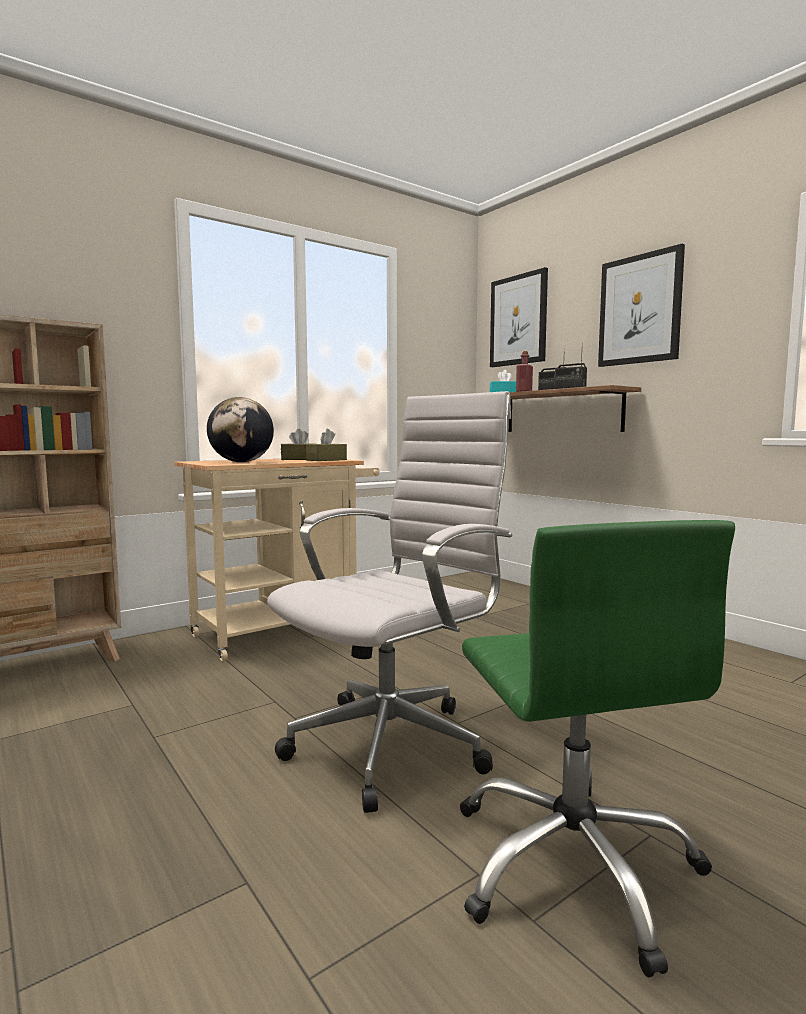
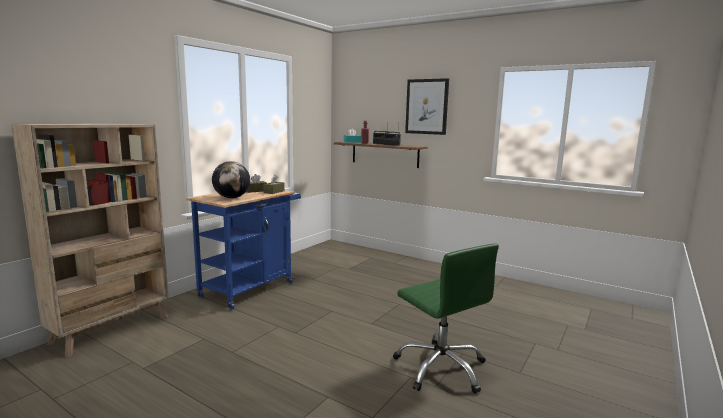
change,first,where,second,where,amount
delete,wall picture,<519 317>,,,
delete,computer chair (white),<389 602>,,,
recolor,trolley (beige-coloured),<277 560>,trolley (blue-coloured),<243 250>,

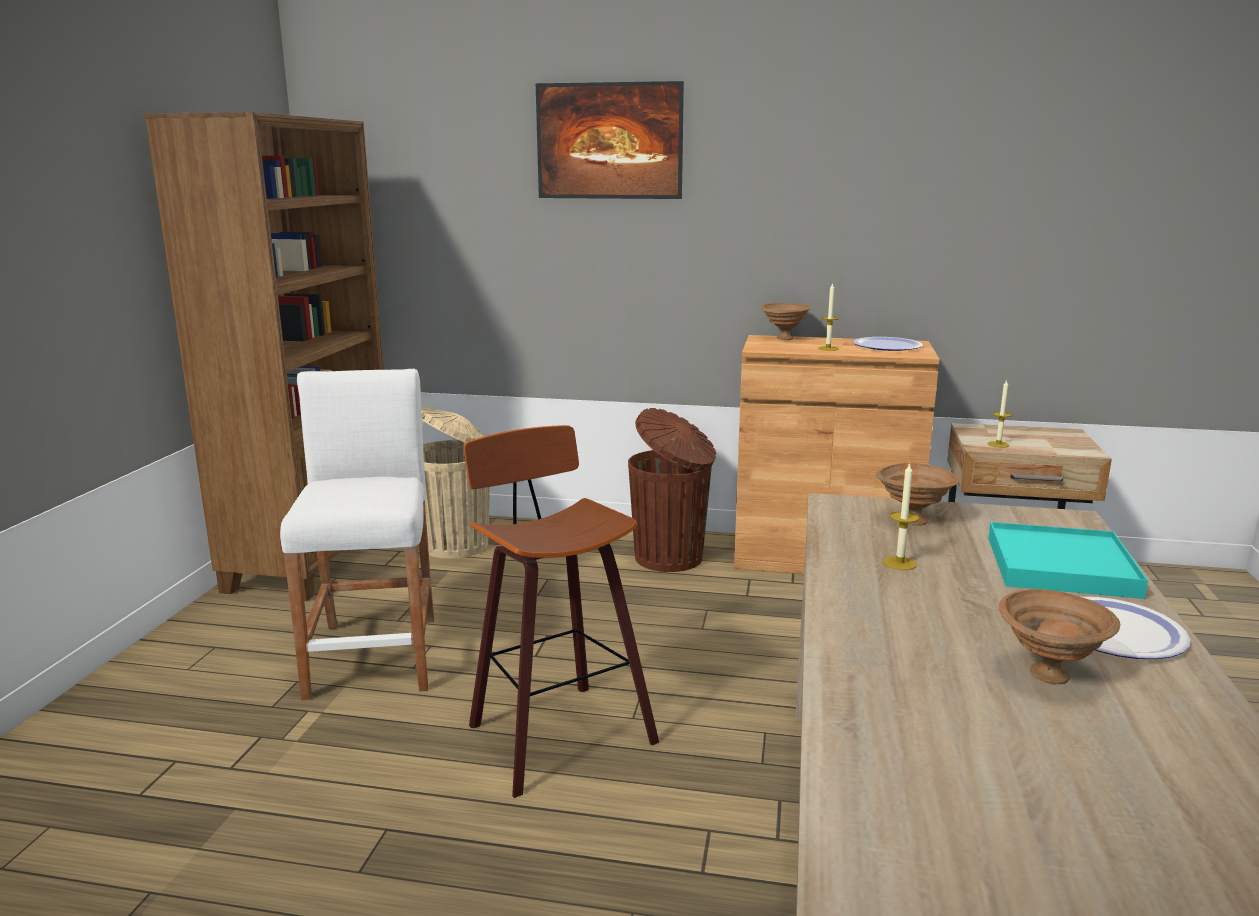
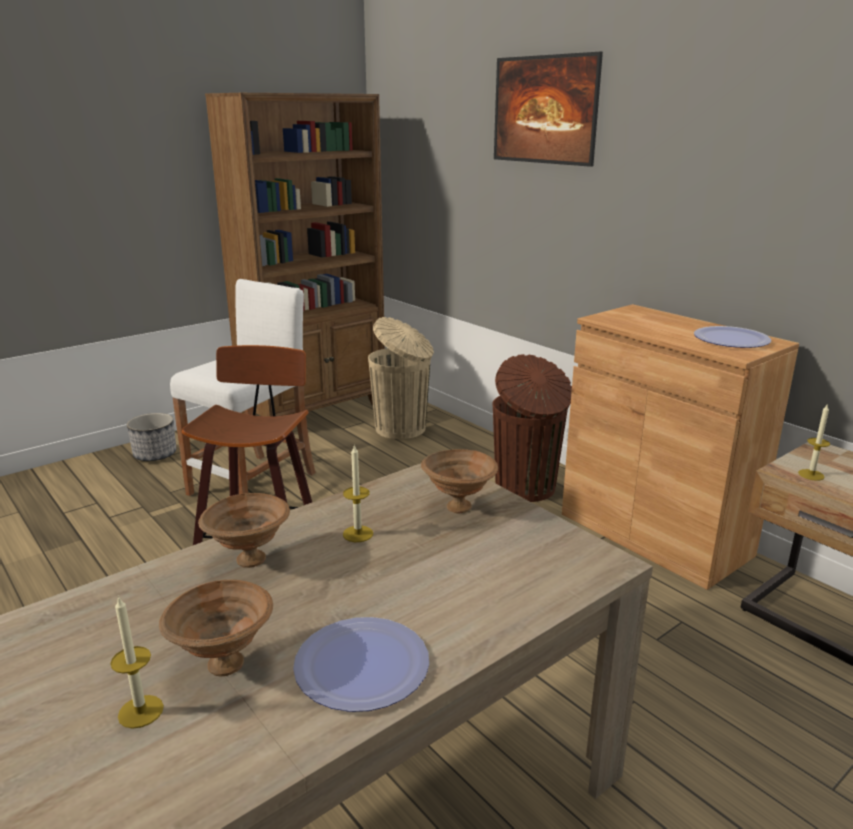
change,first,where,second,where,amount
move,wax candle,<828 317>,,<137 662>,
move,serving bowl (brownish),<786 321>,,<244 530>,
delete,tray (blue-green),<1068 560>,,,
insert,,,planter,<152 437>,

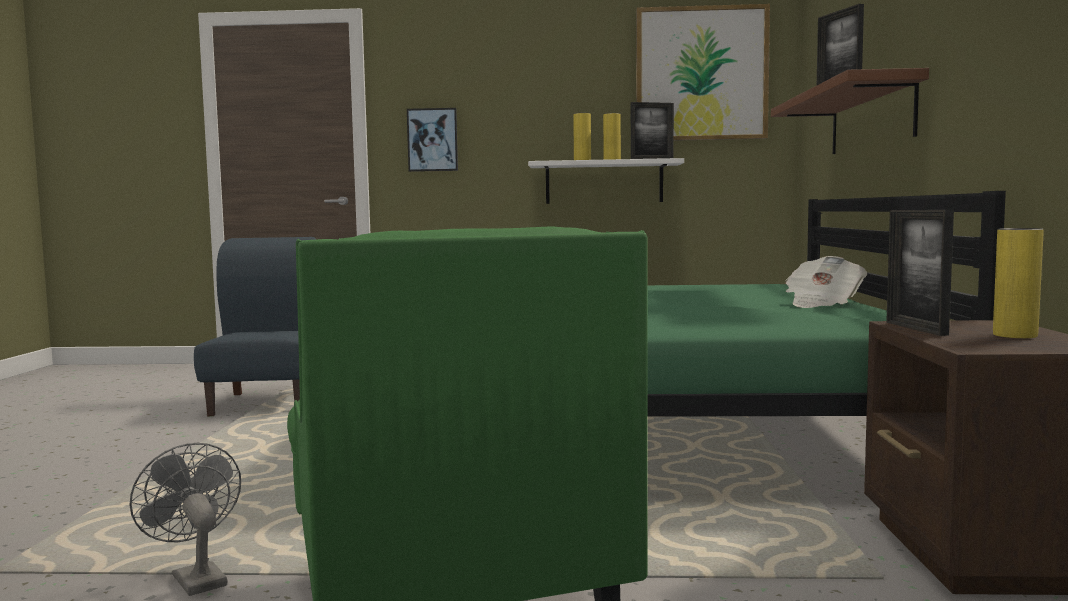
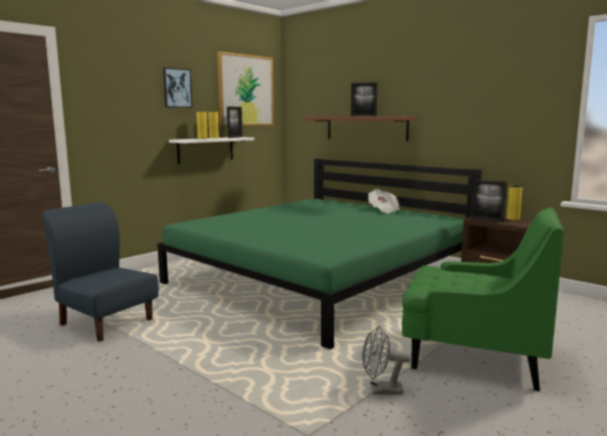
change,first,where,second,where,amount
move,wall picture,<432 140>,,<177 87>,

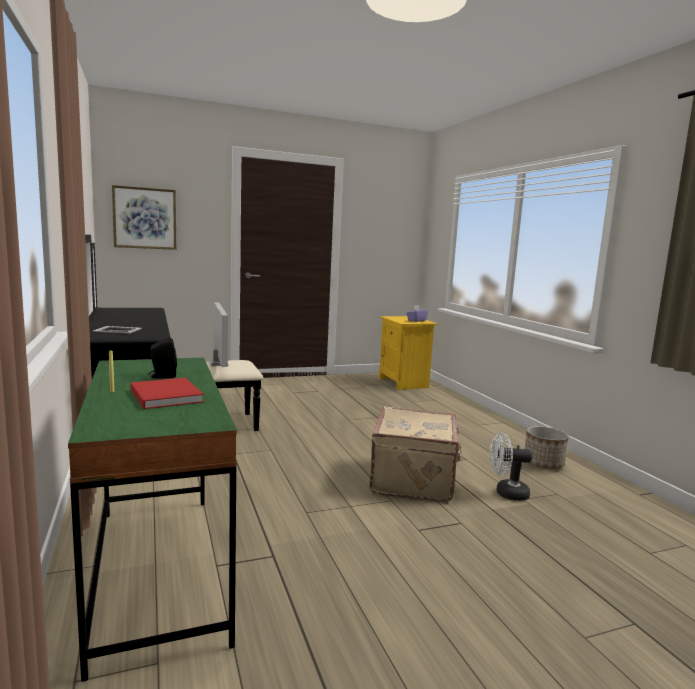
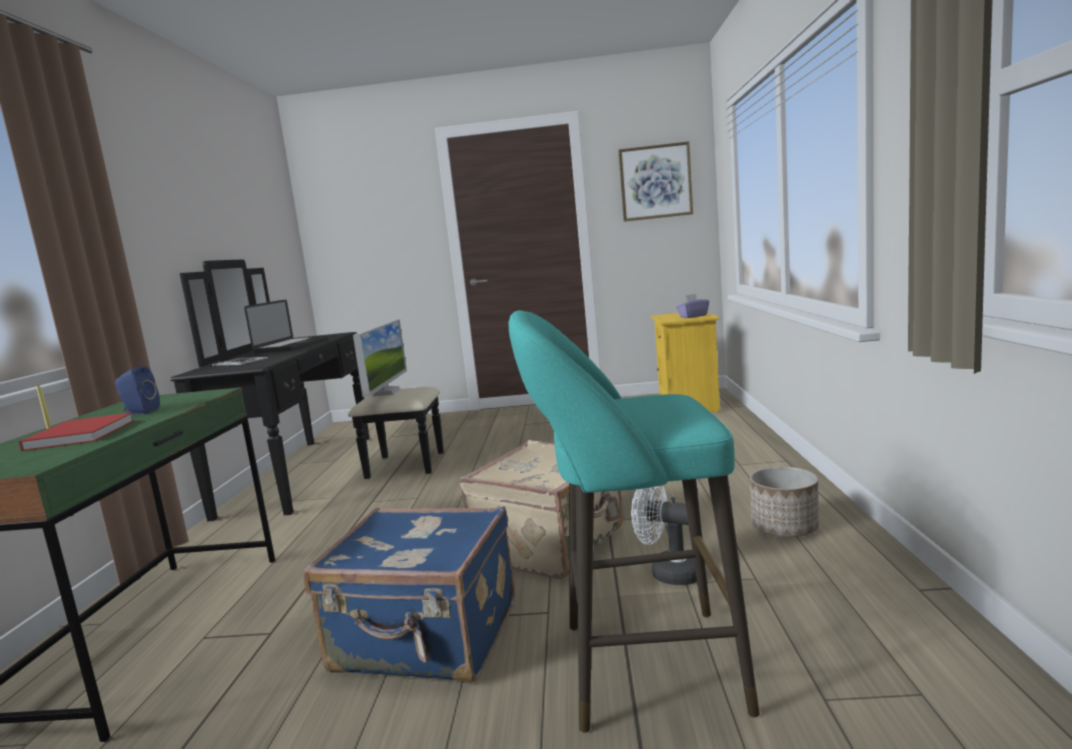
change,first,where,second,where,amount
move,wall picture,<144 217>,,<655 181>,
recolor,audio speaker (black),<162 357>,audio speaker (blue-coloured),<137 390>,
insert,,,laptop,<286 326>,
insert,,,sitting stool (blue-green),<634 521>,
insert,,,suitcase (blue-coloured),<409 594>,

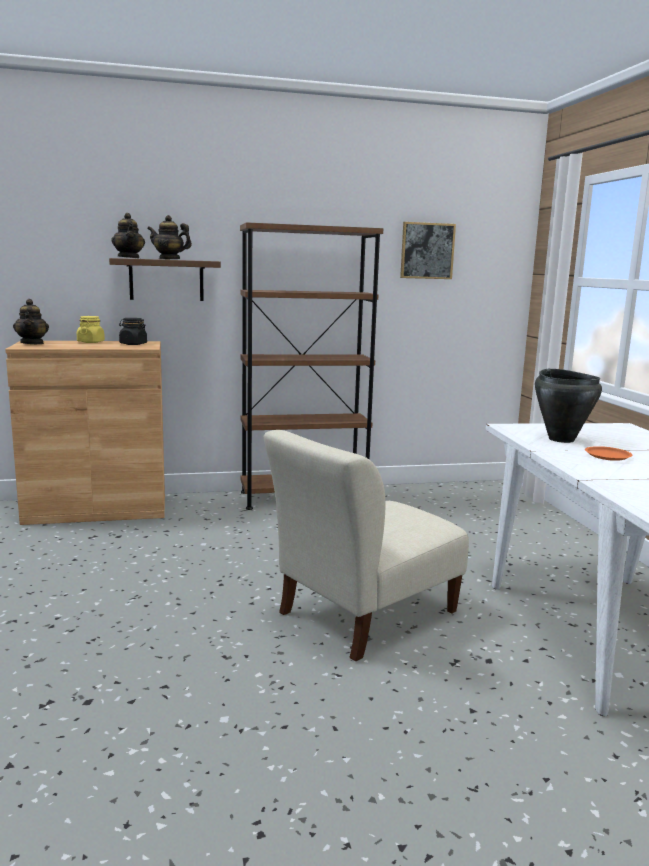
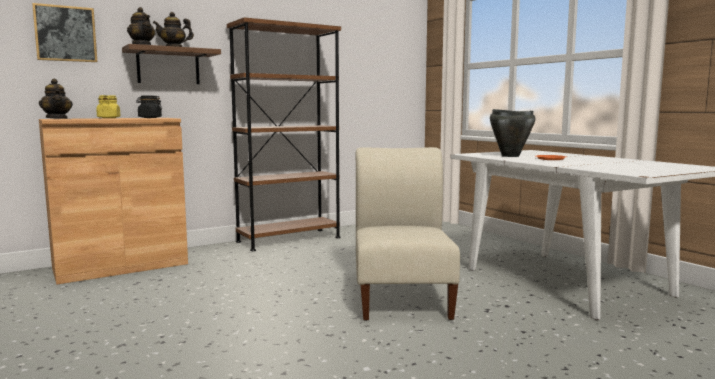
change,first,where,second,where,amount
move,wall picture,<428 250>,,<64 32>,
rotate,plain chair (beige-coloured),<366 545>,,<408 234>,150 degrees clockwise

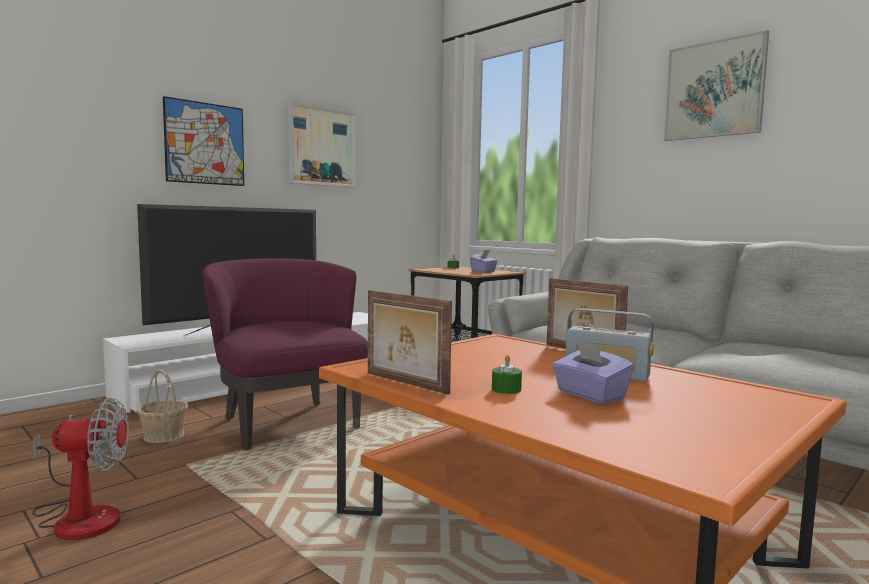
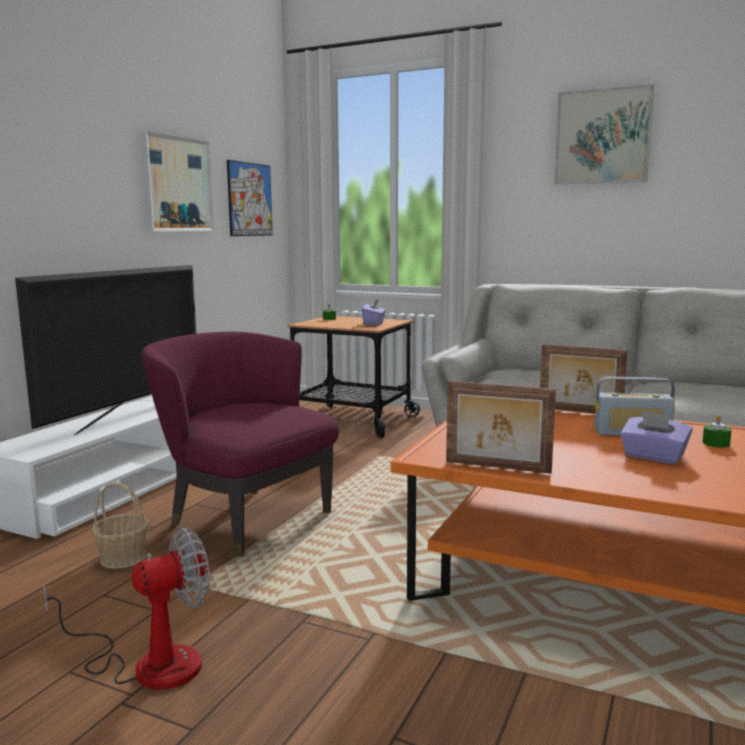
change,first,where,second,where,amount
move,wall picture,<203 141>,,<250 198>,
move,wax candle (green-coloured),<507 374>,,<717 431>,

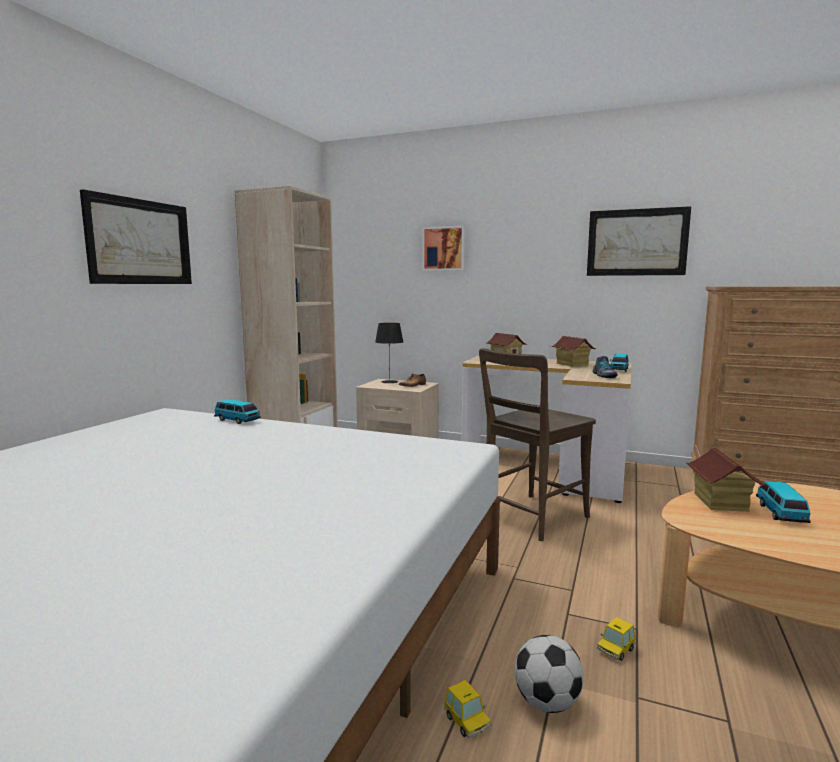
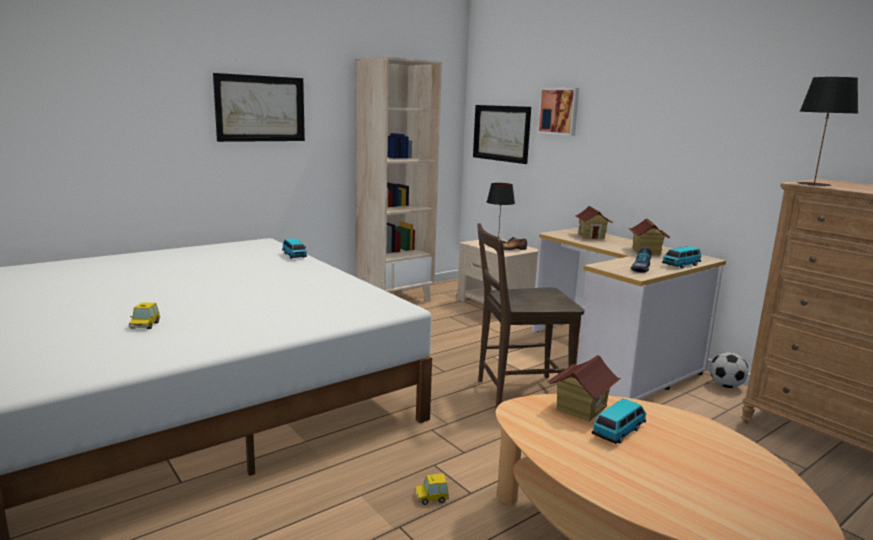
change,first,where,second,where,amount
move,wall picture,<639 241>,,<502 134>,
move,football,<549 674>,,<729 370>,
move,toy car,<467 709>,,<144 315>,
insert,,,lamp for a table (black),<828 131>,

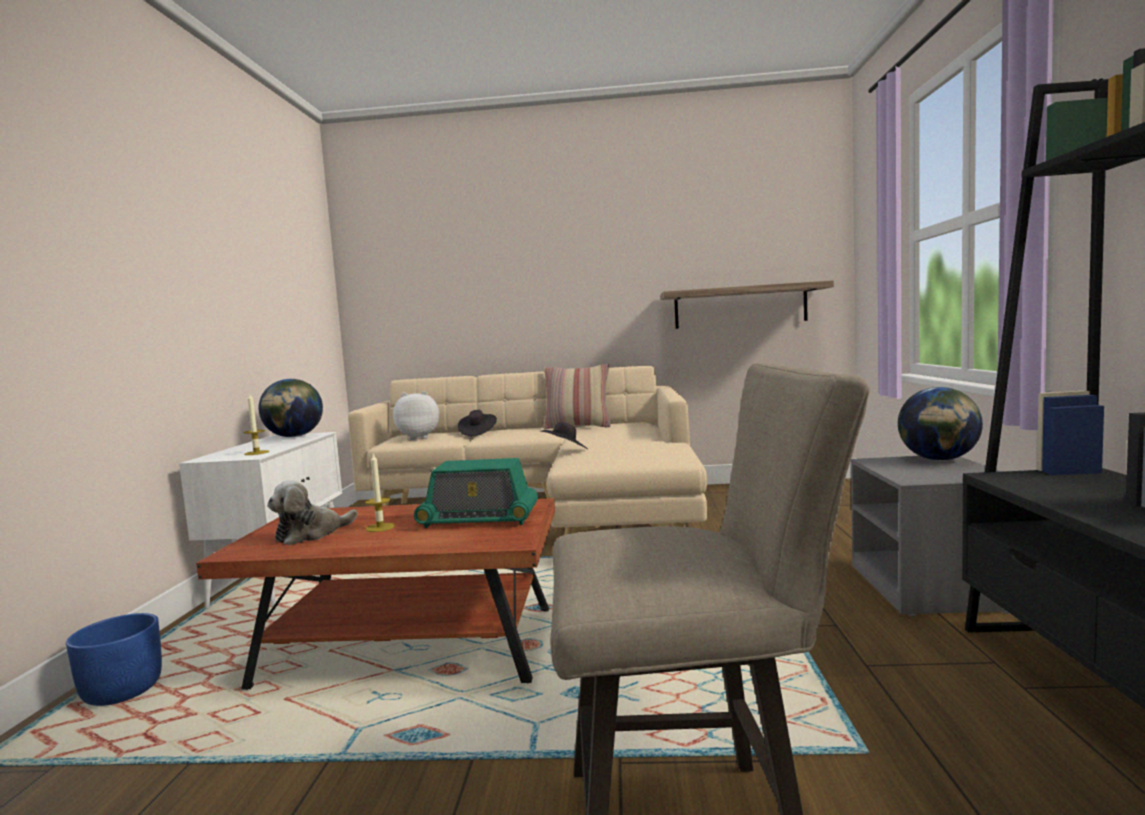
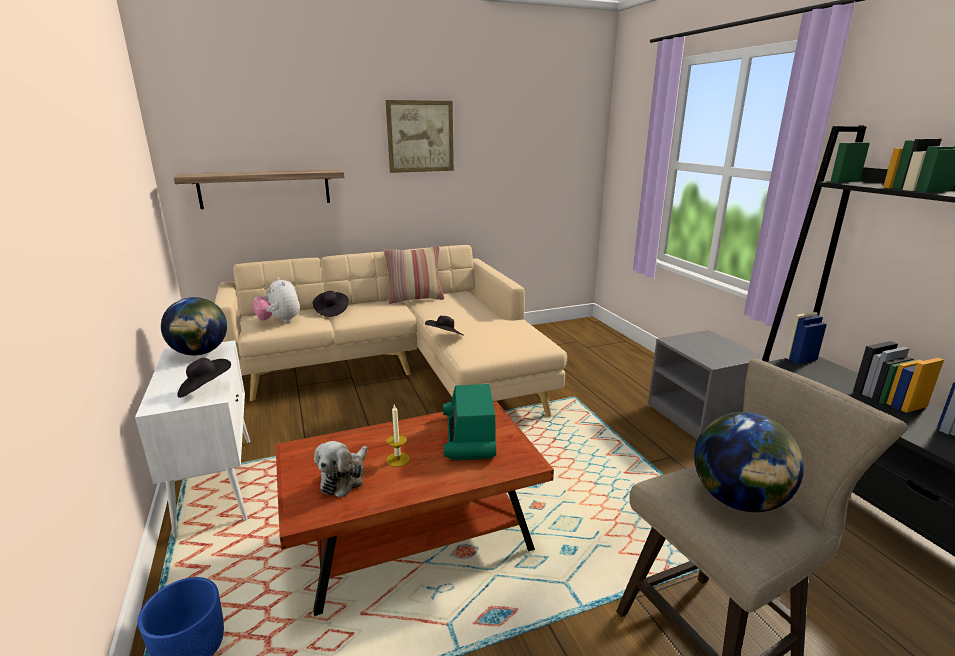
change,first,where,second,where,amount
move,wall shelf,<747 304>,,<259 189>,
move,desk globe,<940 424>,,<749 462>,
rotate,plush toy,<416 415>,,<276 300>,90 degrees counterclockwise
replace,wax candle,<256 424>,wearable hat (black),<204 378>,
rotate,radio,<476 493>,,<469 422>,105 degrees clockwise
insert,,,wall picture,<420 136>,

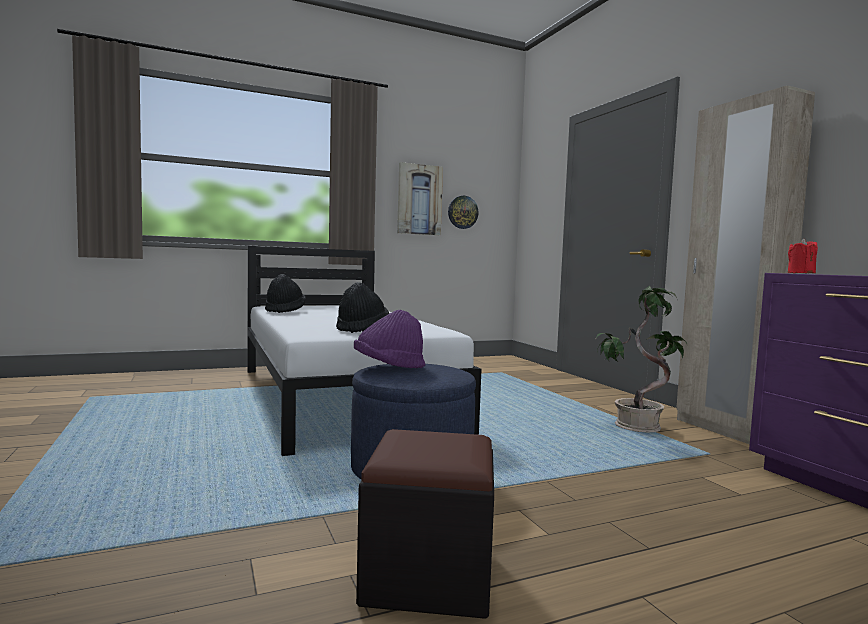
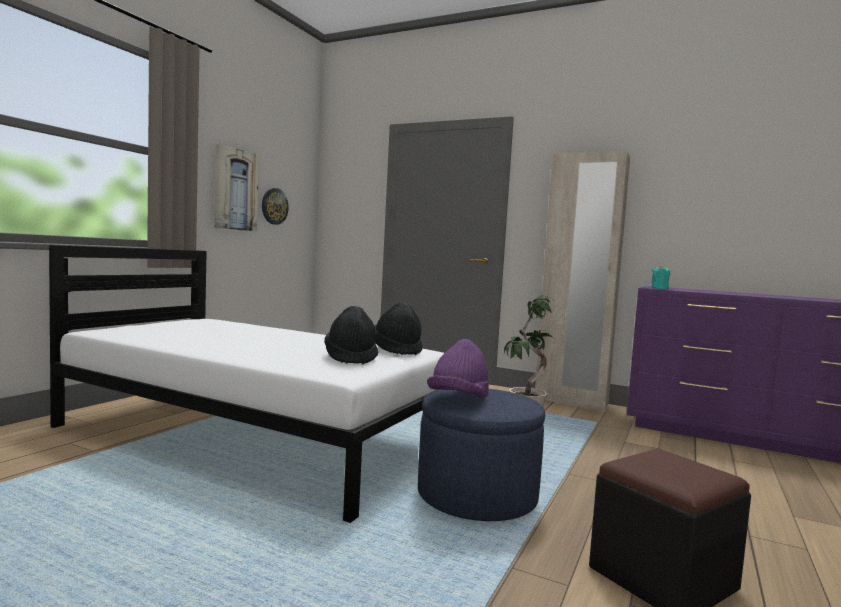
change,first,where,second,where,amount
recolor,wax candle (red-coloured),<803 255>,wax candle (blue-green),<660 277>,
move,wearable hat (black),<285 293>,,<399 329>,

